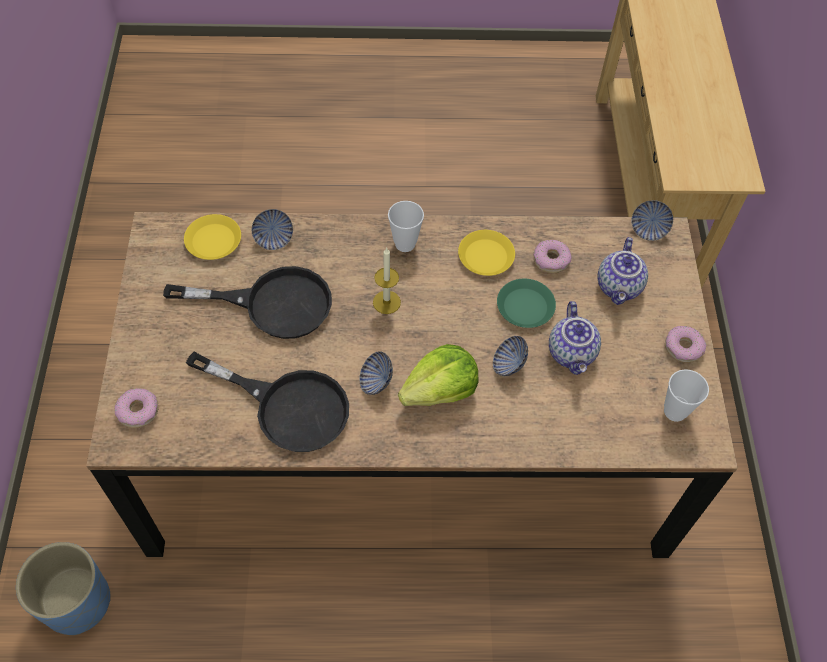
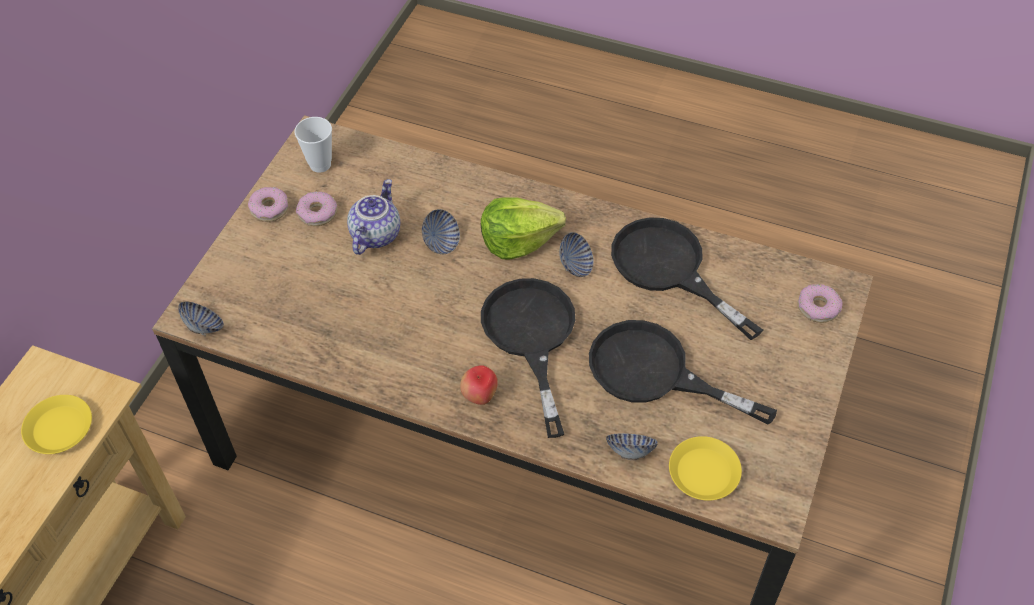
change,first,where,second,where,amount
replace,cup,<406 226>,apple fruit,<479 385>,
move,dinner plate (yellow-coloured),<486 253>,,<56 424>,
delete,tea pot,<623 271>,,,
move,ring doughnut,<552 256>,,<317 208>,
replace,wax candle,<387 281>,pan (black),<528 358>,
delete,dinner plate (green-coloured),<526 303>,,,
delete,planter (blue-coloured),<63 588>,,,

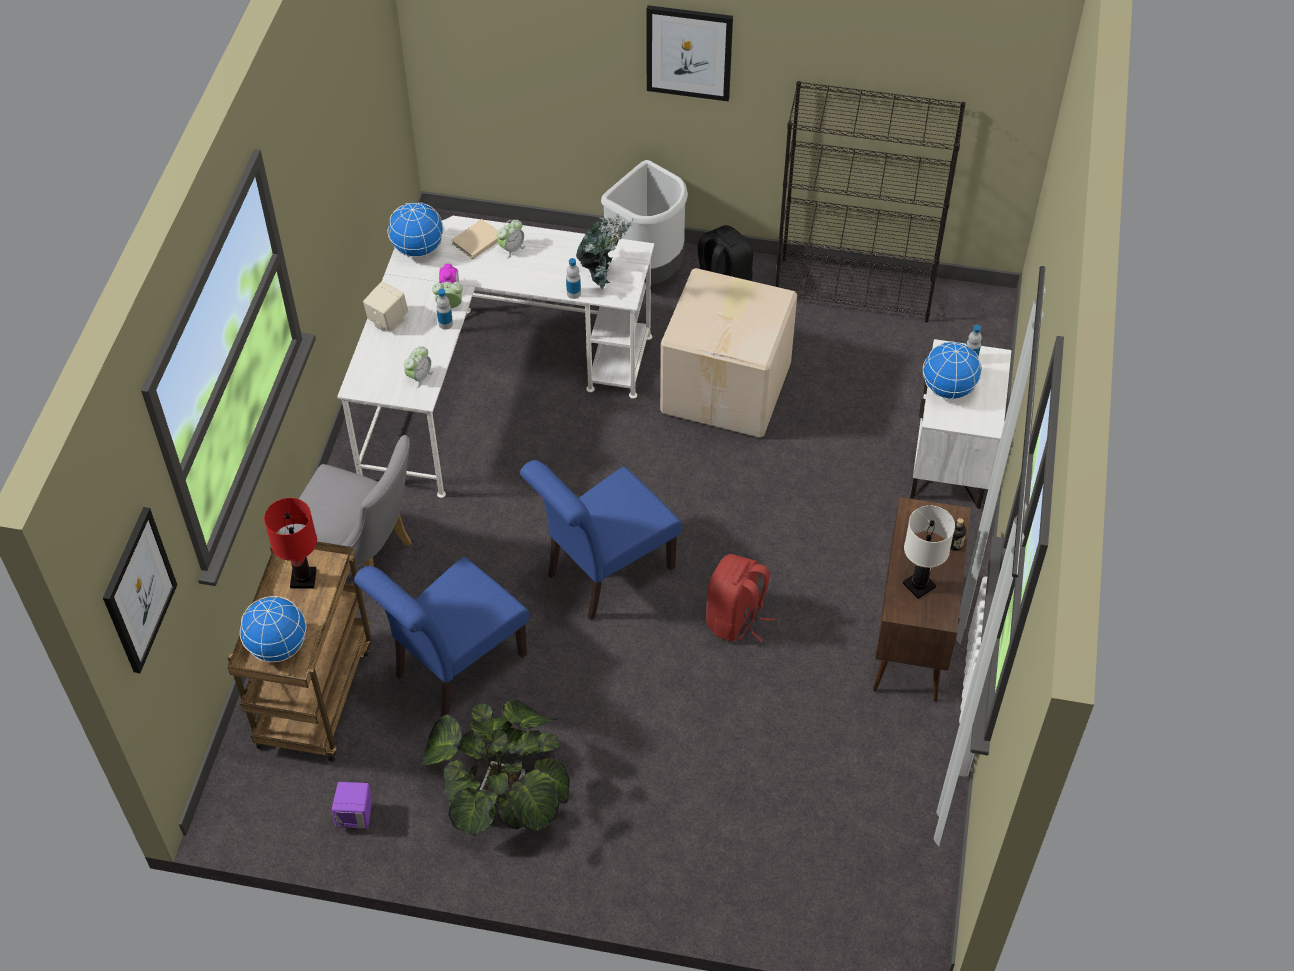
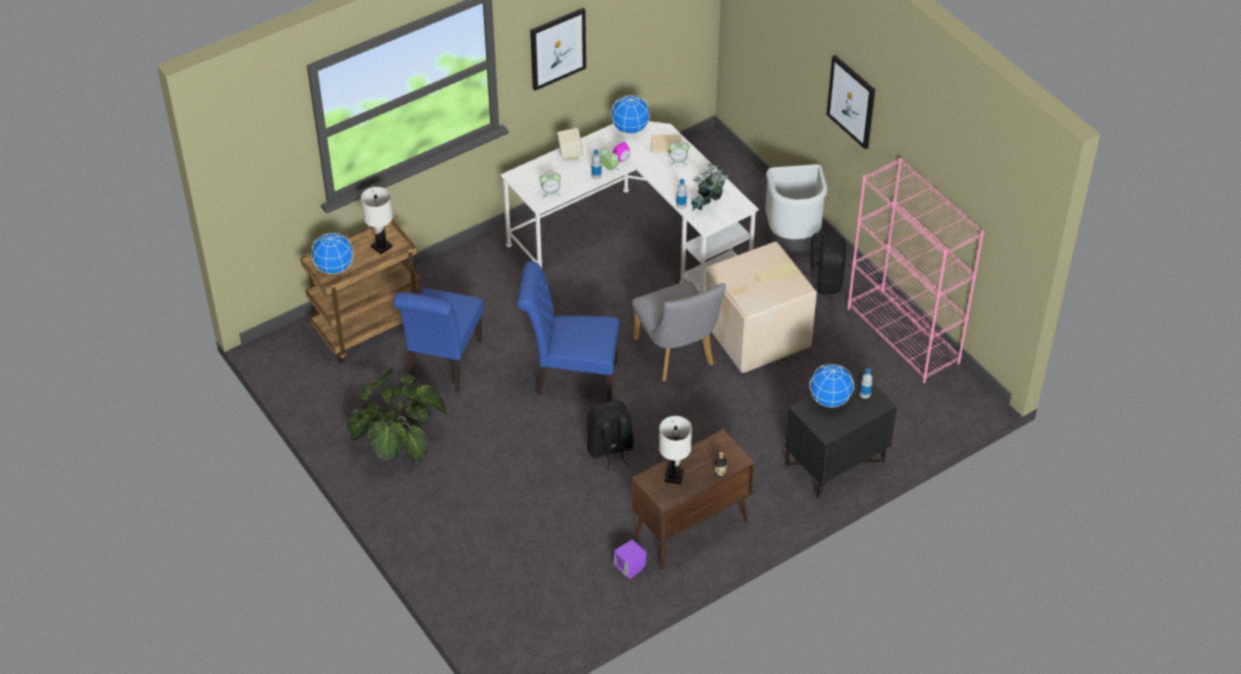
change,first,where,second,where,amount
recolor,bookcase (black),<870 201>,bookcase (pink),<915 270>,
recolor,bedside table (white),<960 424>,bedside table (black),<841 434>,
move,plain chair (greyish),<345 501>,,<679 331>,
recolor,lamp for a table (red-coloured),<290 543>,lamp for a table (white),<377 220>,
move,wall picture,<140 590>,,<558 49>,
recolor,backpack (red-coloured),<740 598>,backpack (black),<610 435>,
rotate,plain chair (blue-coloured),<441 637>,,<438 340>,75 degrees counterclockwise
move,audio speaker (purple),<352 805>,,<630 559>,

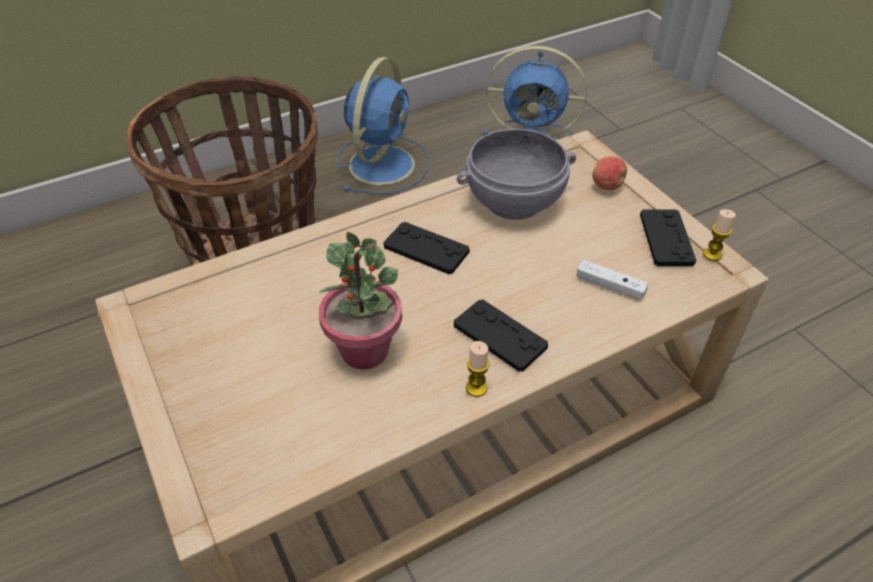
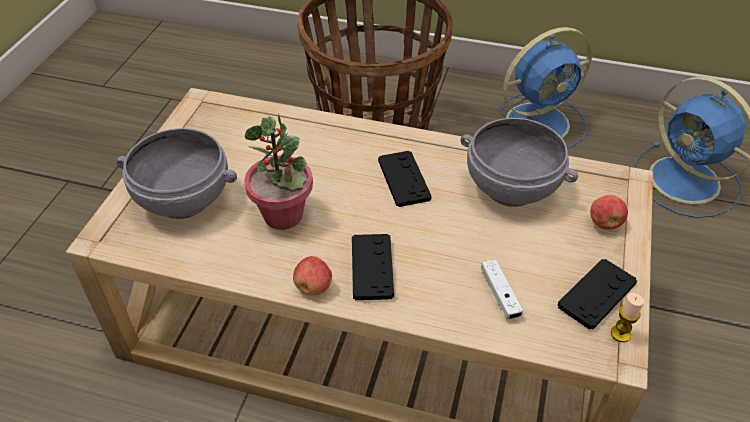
change,first,where,second,where,amount
replace,wax candle,<478 369>,apple fruit,<312 276>,
insert,,,serving bowl (greyish),<176 173>,

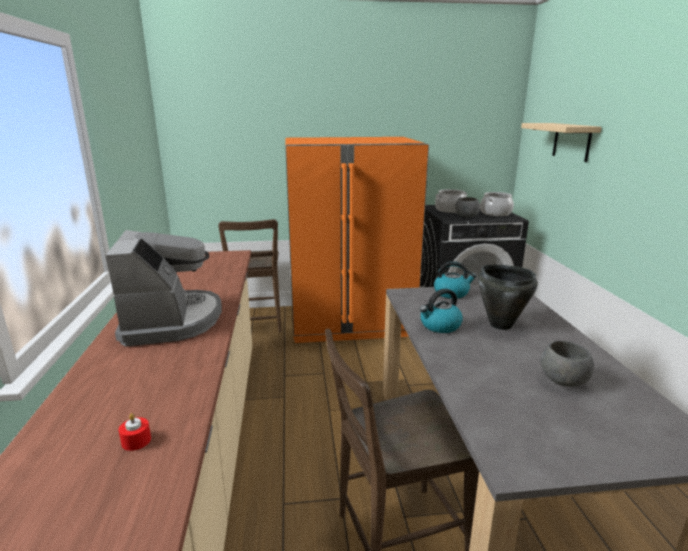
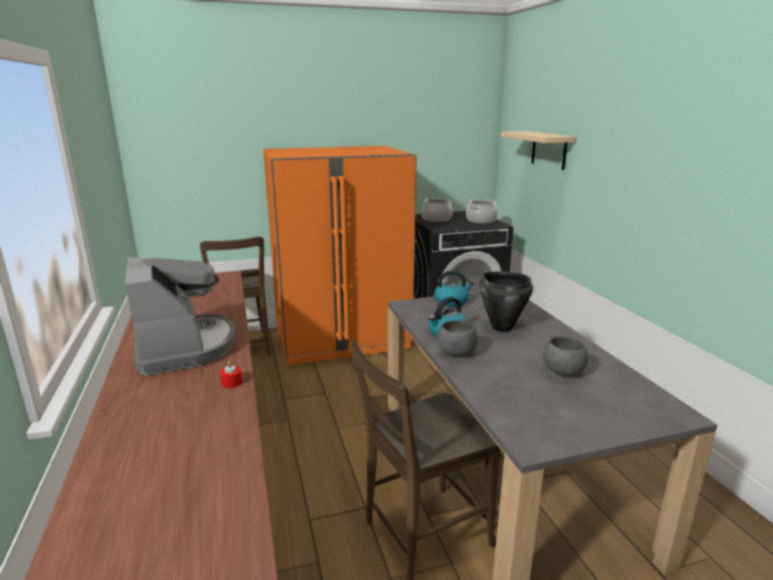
change,first,where,second,where,amount
move,serving bowl (greyish),<467 207>,,<457 338>,
move,wax candle (red-coloured),<135 432>,,<231 374>,

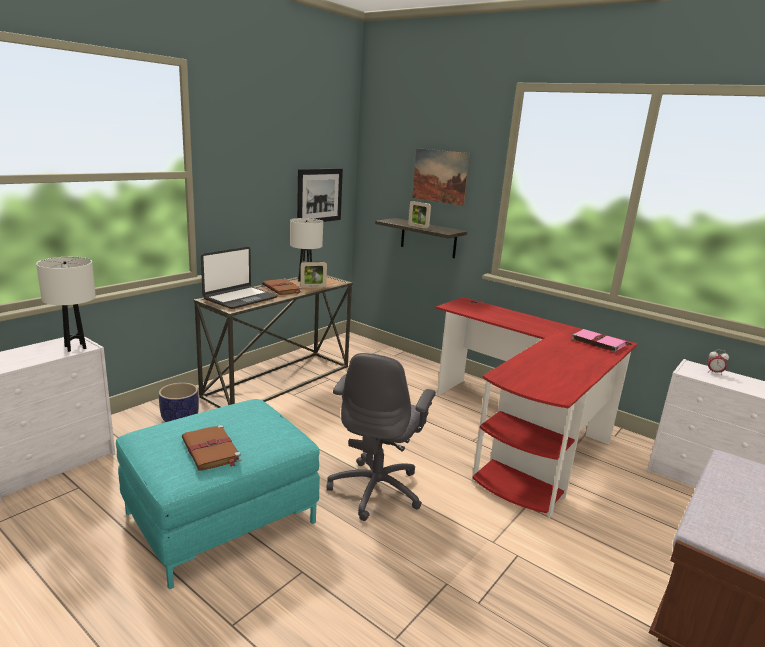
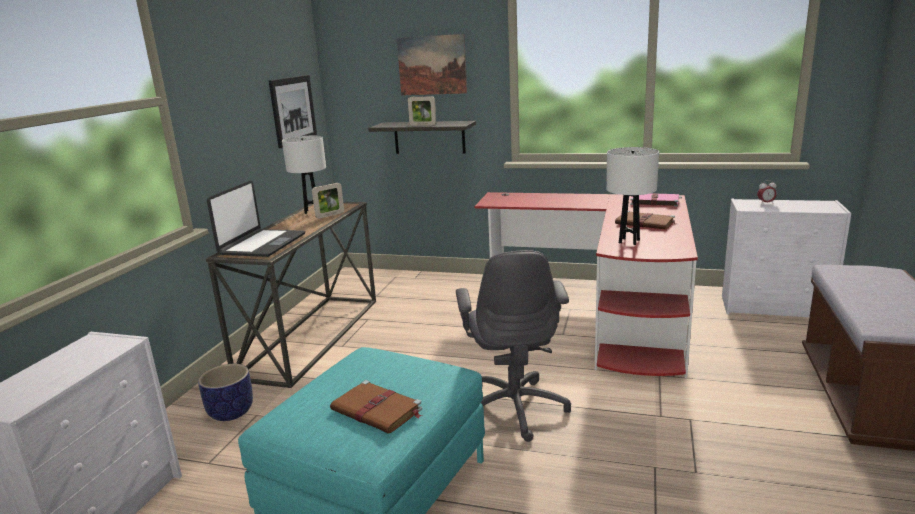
change,first,where,second,where,amount
move,lamp for a table (white),<66 304>,,<632 196>,
move,volume (brownish),<282 286>,,<646 220>,

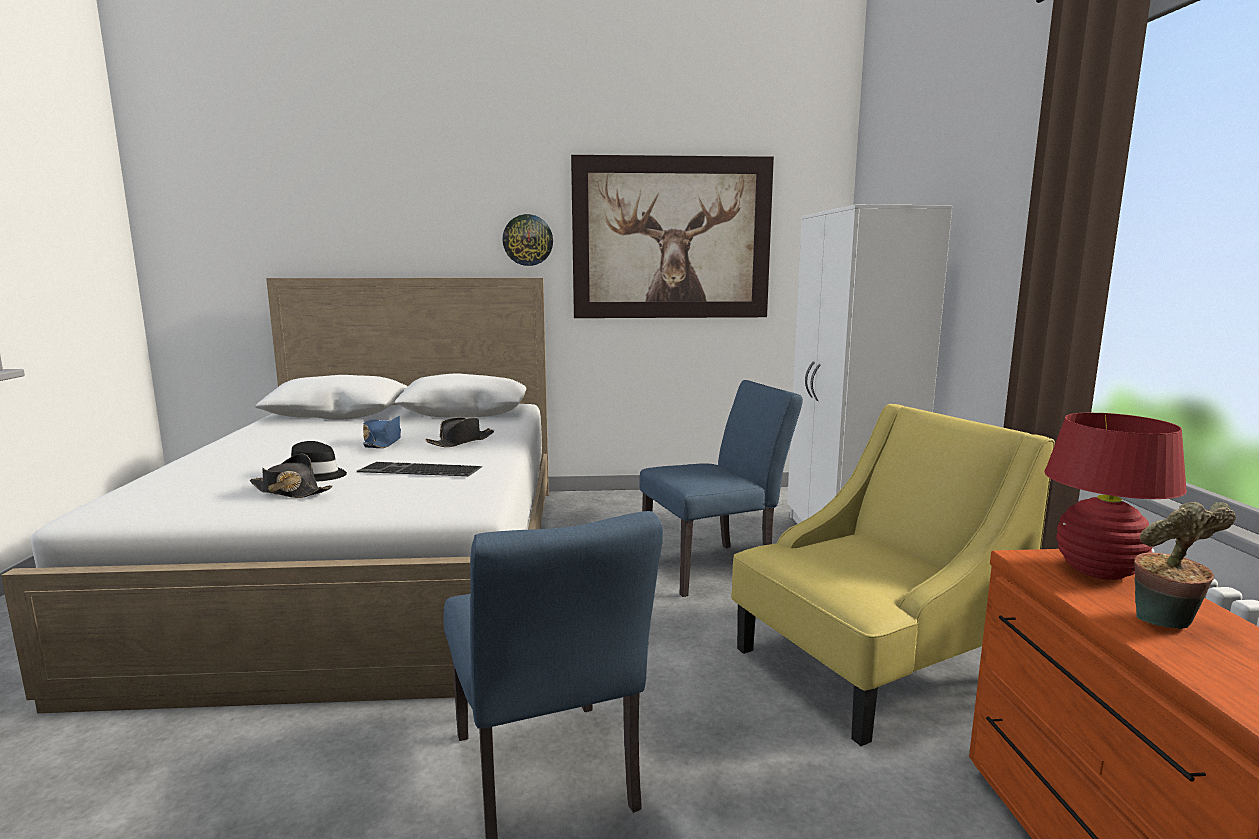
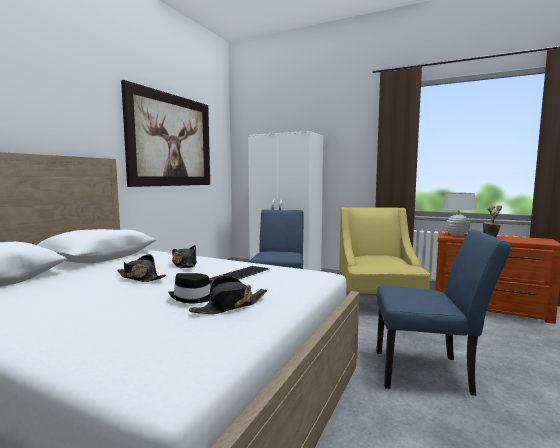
change,first,where,second,where,amount
delete,clock on the wall,<528 240>,,,
recolor,lamp for a table (red-coloured),<1115 496>,lamp for a table (white),<459 214>,
recolor,wearable hat (blue-coloured),<382 432>,wearable hat (black),<141 268>,

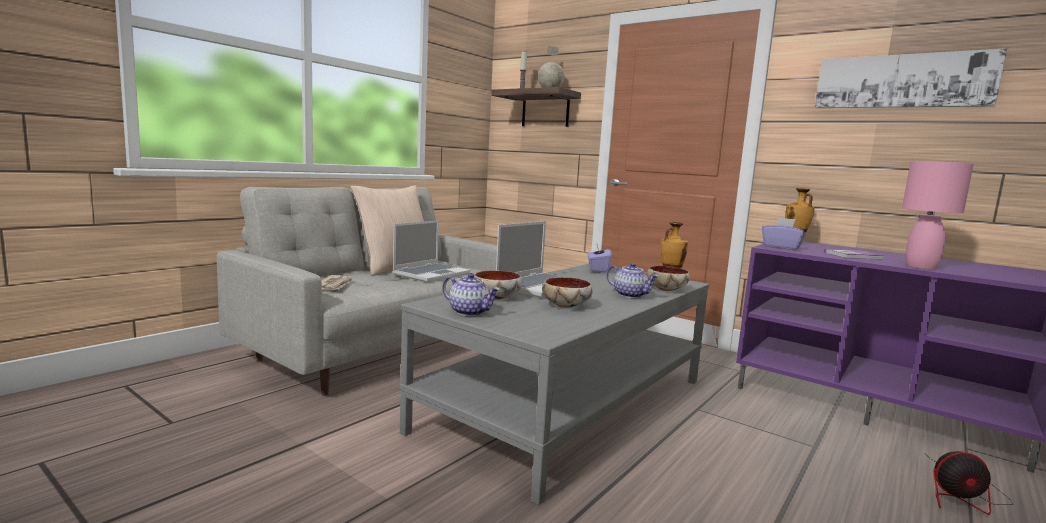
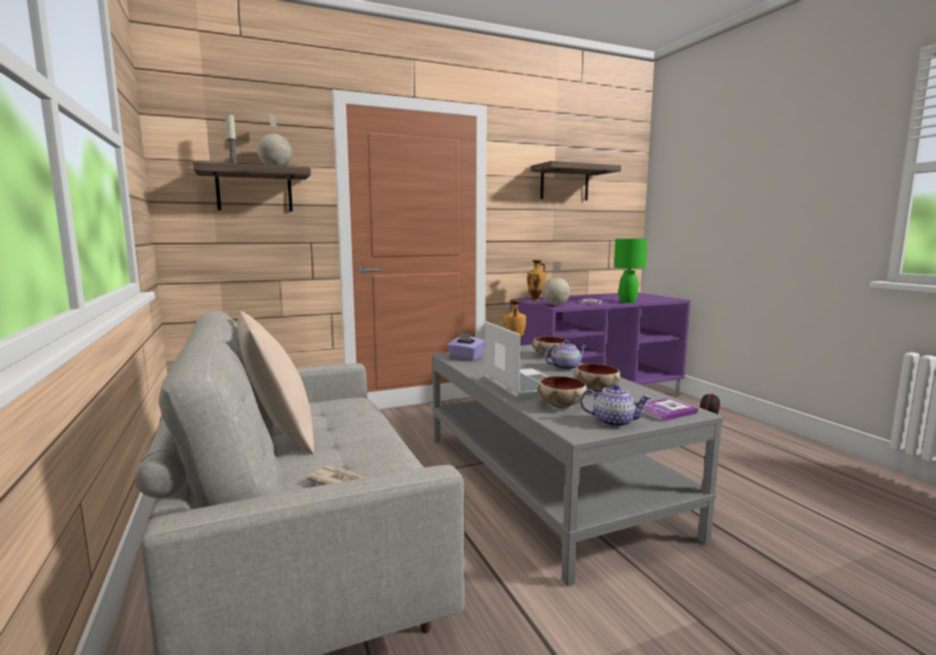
change,first,where,second,where,amount
replace,wall picture,<911 78>,wall shelf,<576 180>,
recolor,lamp for a table (pink),<938 215>,lamp for a table (green-coloured),<630 271>,
replace,box of tissues (purple),<784 234>,desk globe,<556 283>,
delete,laptop,<431 251>,,,
rotate,tea pot,<471 294>,,<616 405>,45 degrees clockwise
insert,,,volume,<670 410>,

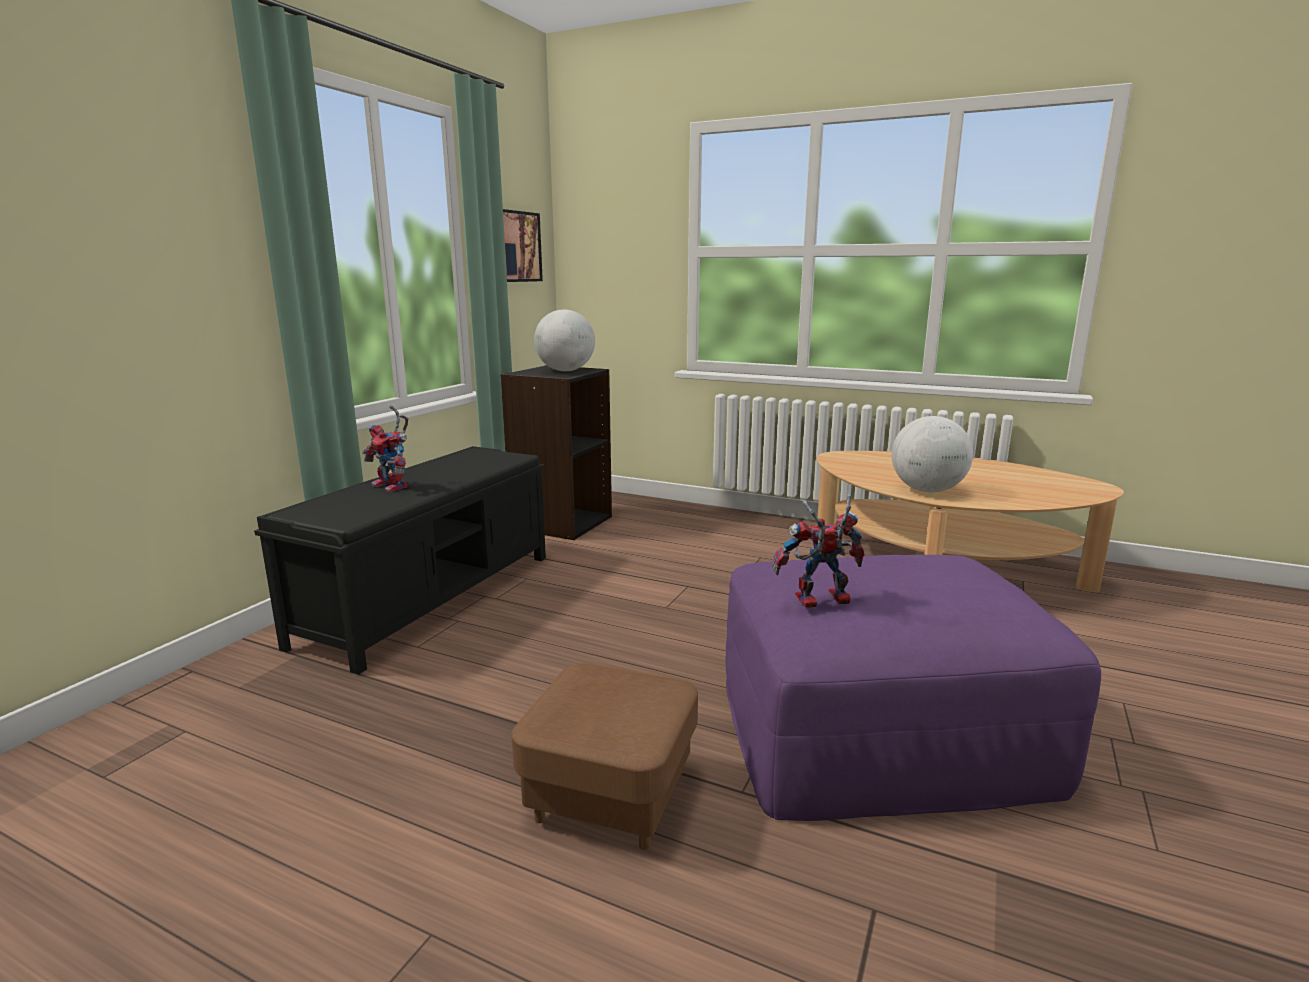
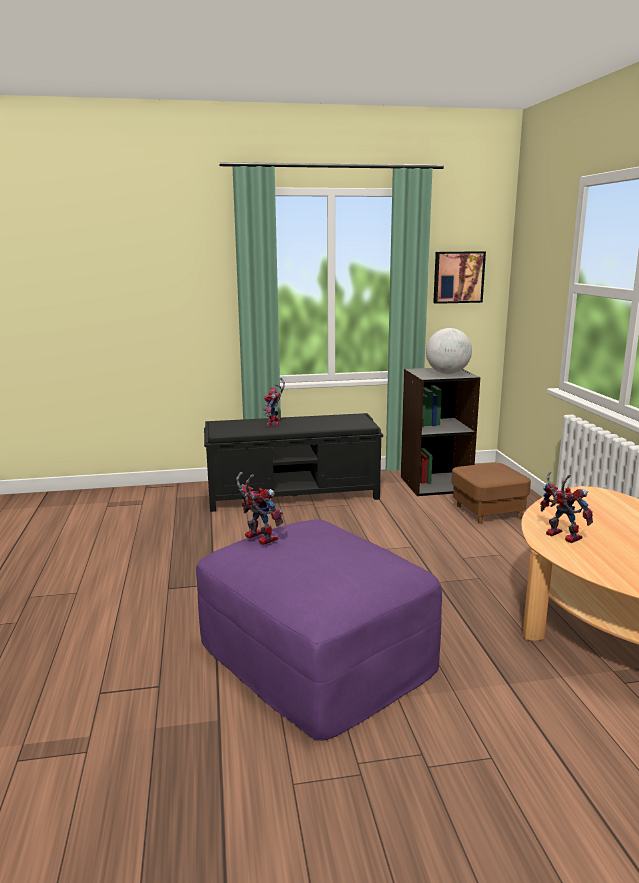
change,first,where,second,where,amount
replace,desk globe,<932 454>,robot figure,<566 507>,
move,pouffe (brownish),<604 756>,,<491 493>,

